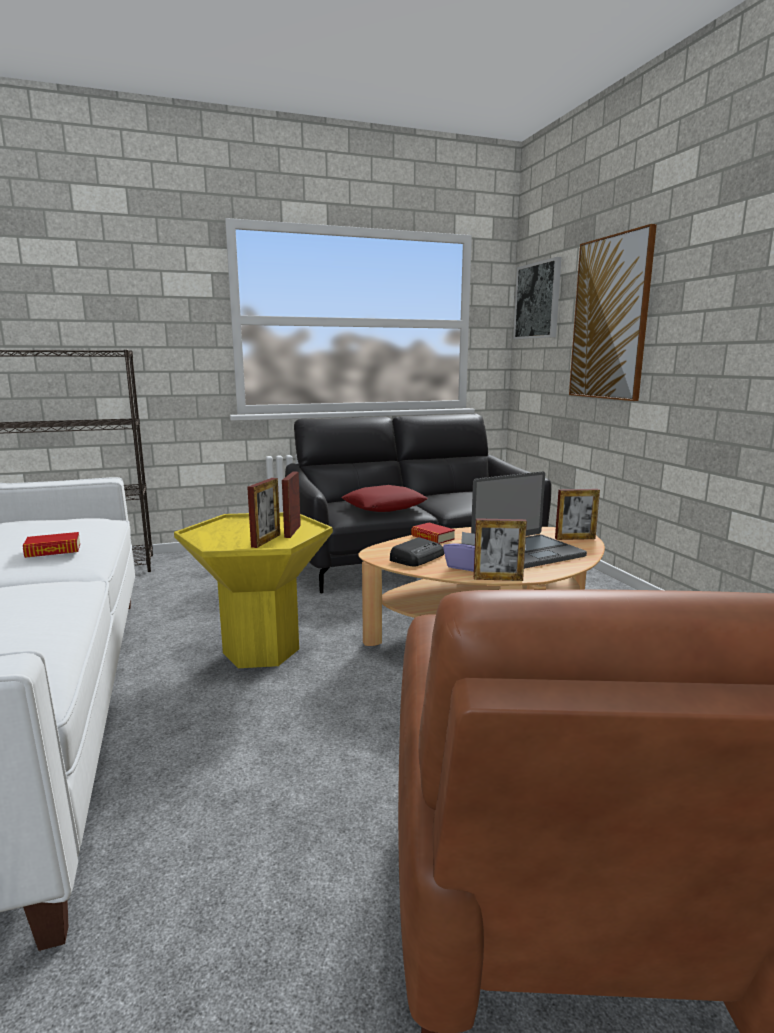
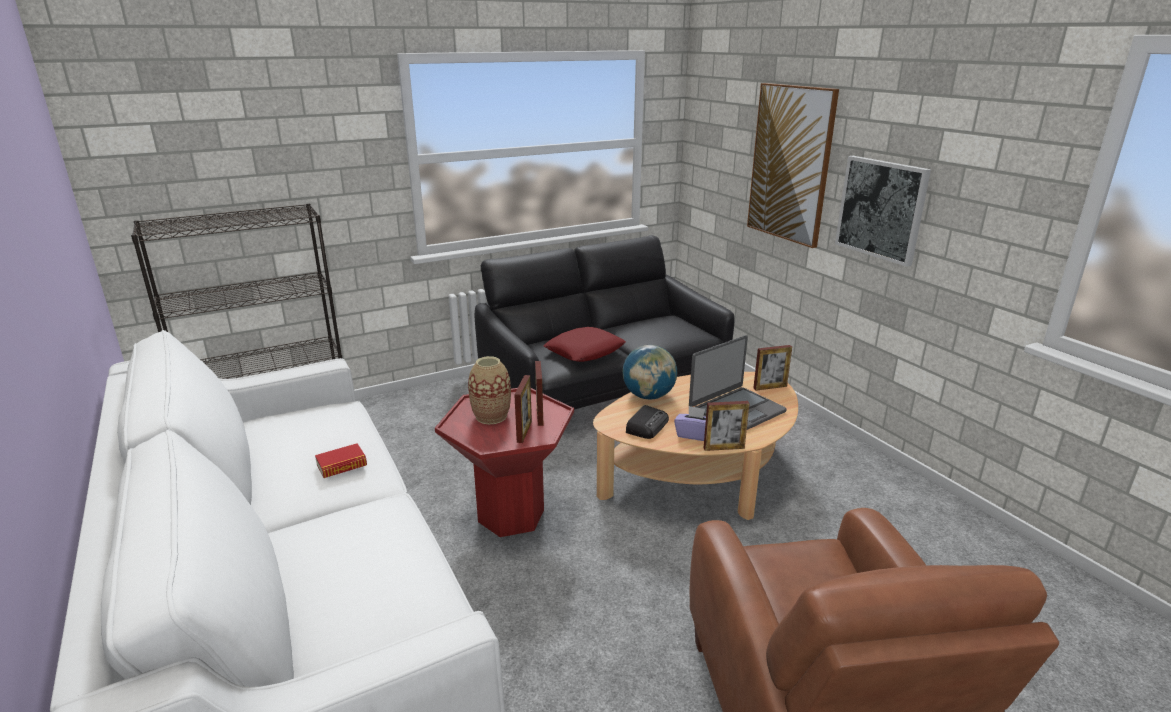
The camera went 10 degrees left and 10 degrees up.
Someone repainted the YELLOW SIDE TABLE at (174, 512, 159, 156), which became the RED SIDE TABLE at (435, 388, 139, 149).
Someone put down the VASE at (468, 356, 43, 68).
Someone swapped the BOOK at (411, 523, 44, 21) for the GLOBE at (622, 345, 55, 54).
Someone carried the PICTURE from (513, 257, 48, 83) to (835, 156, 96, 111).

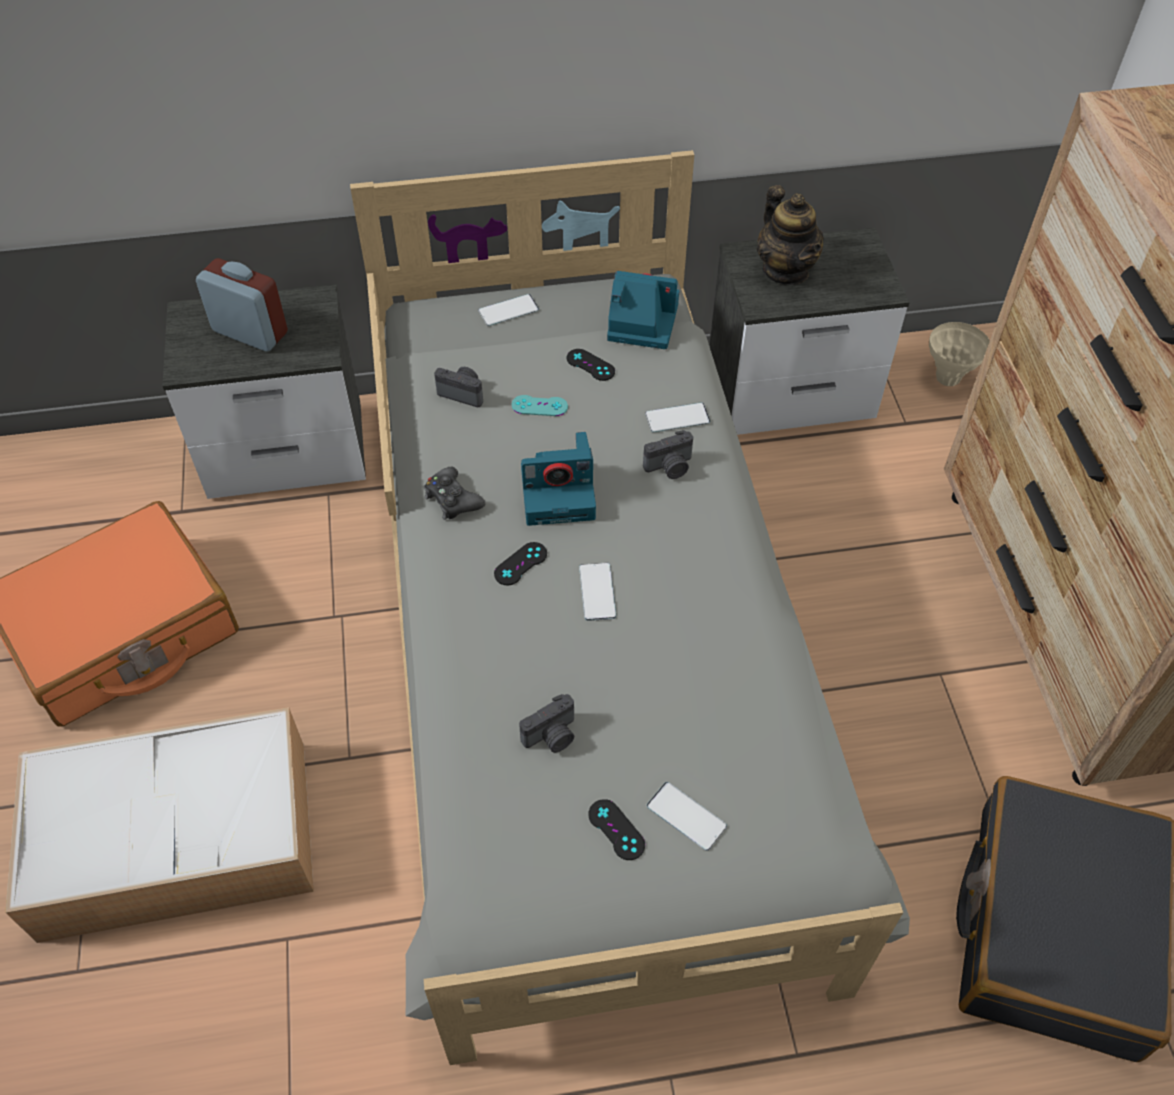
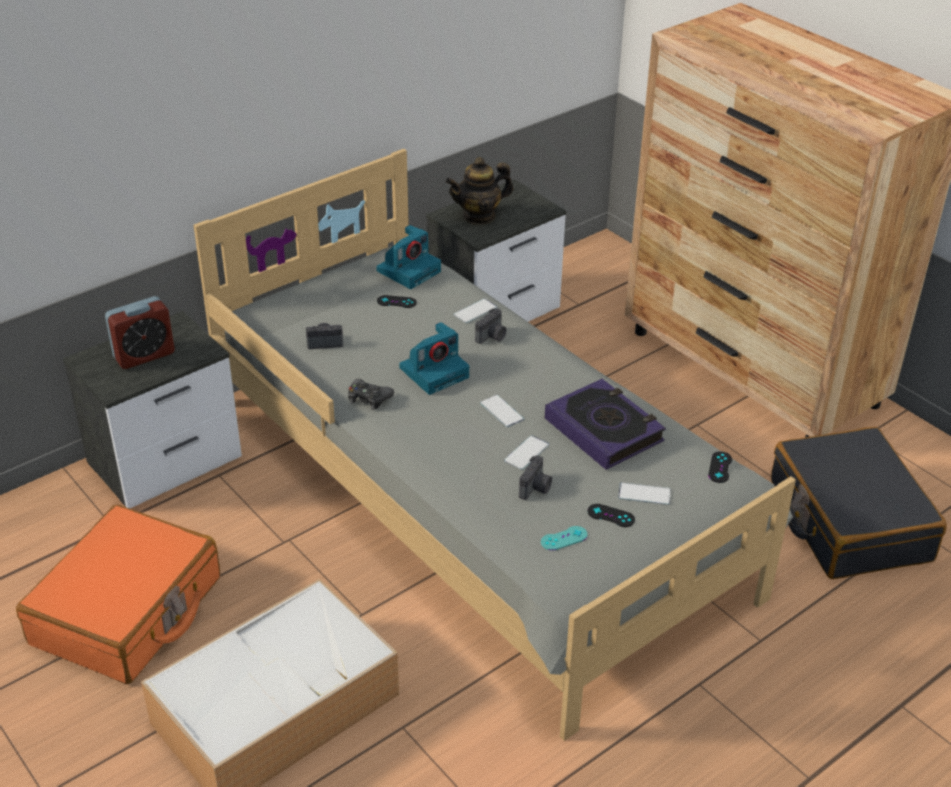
The camera went 30 degrees left and 15 degrees down.
Someone rotated the ALARM CLOCK at (196, 258, 92, 93) by 150 degrees clockwise.
Someone rotated the PHOTO CAMERA at (607, 271, 72, 78) by 150 degrees clockwise.
Someone rotated the TEAPOT at (757, 185, 67, 100) by 120 degrees clockwise.
Someone carried the PHONE from (478, 294, 61, 32) to (504, 435, 45, 35).
Someone carried the TURQUOISE GAME CONTROLLER from (512, 395, 56, 21) to (541, 526, 47, 25).
Someone put down the BOOK at (545, 379, 121, 91).
Someone carried the BLACK GAME CONTROLLER from (494, 542, 53, 43) to (708, 451, 24, 32).
Someone took away the BEIGE VASE at (929, 322, 61, 64).

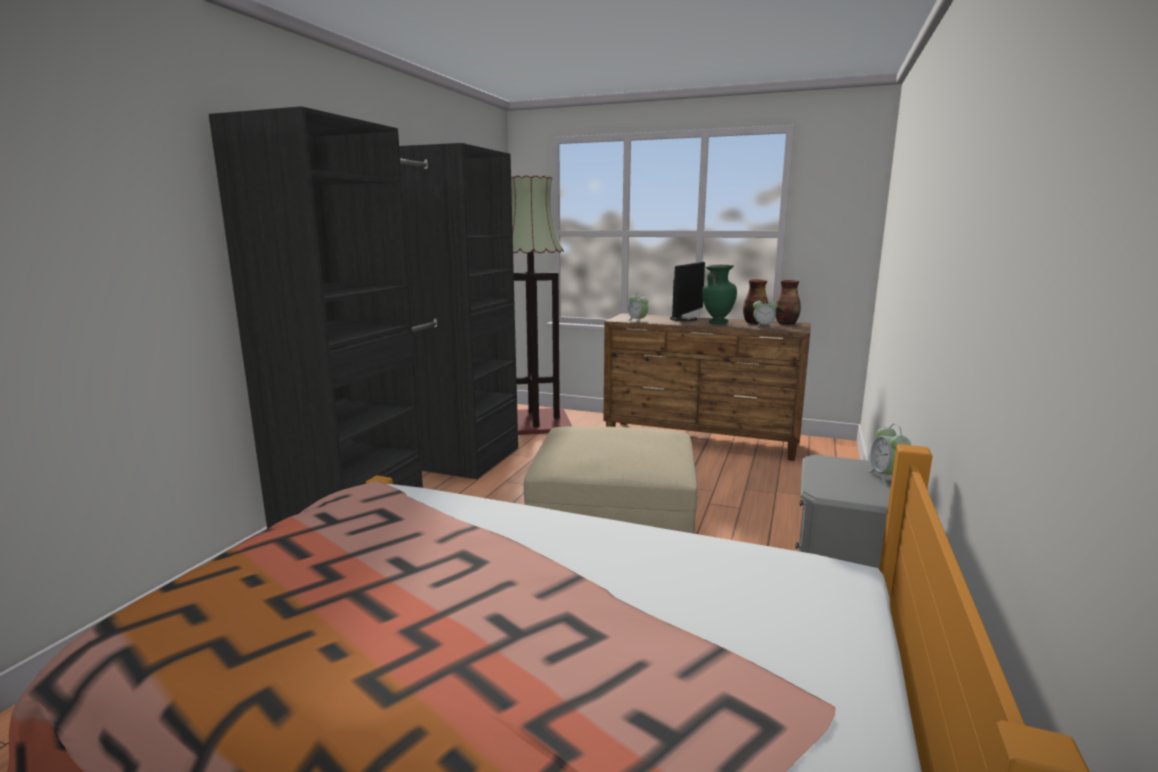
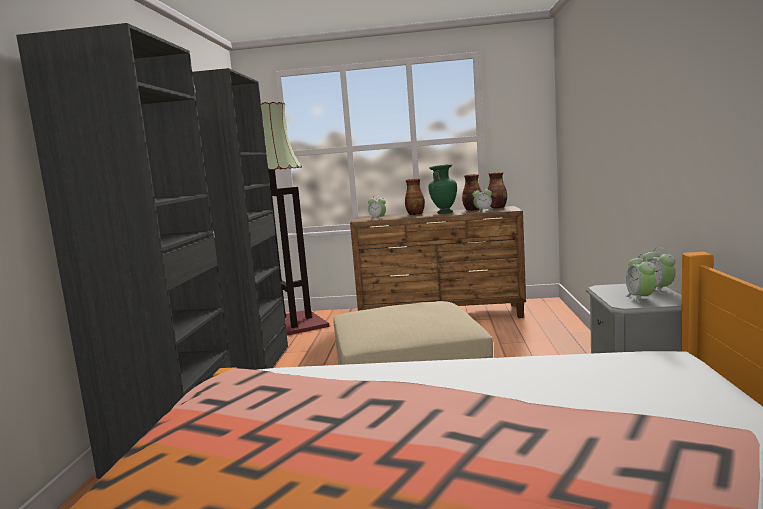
The camera went 15 degrees left and 5 degrees down.
Someone swapped the MONITOR at (670, 262, 35, 59) for the VASE at (405, 179, 20, 36).
Someone put down the ALARM CLOCK at (625, 254, 31, 49).

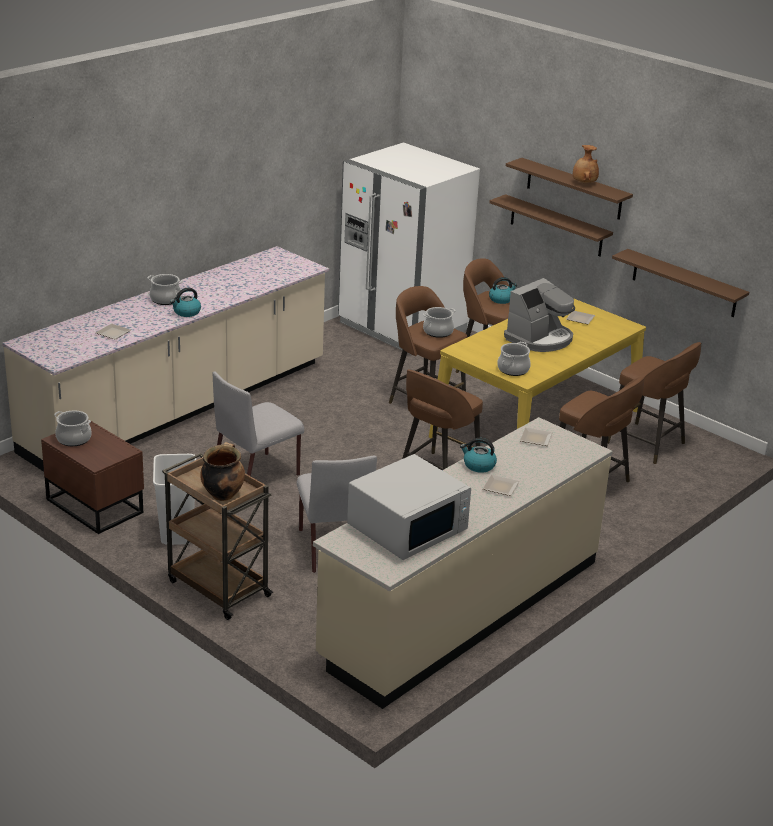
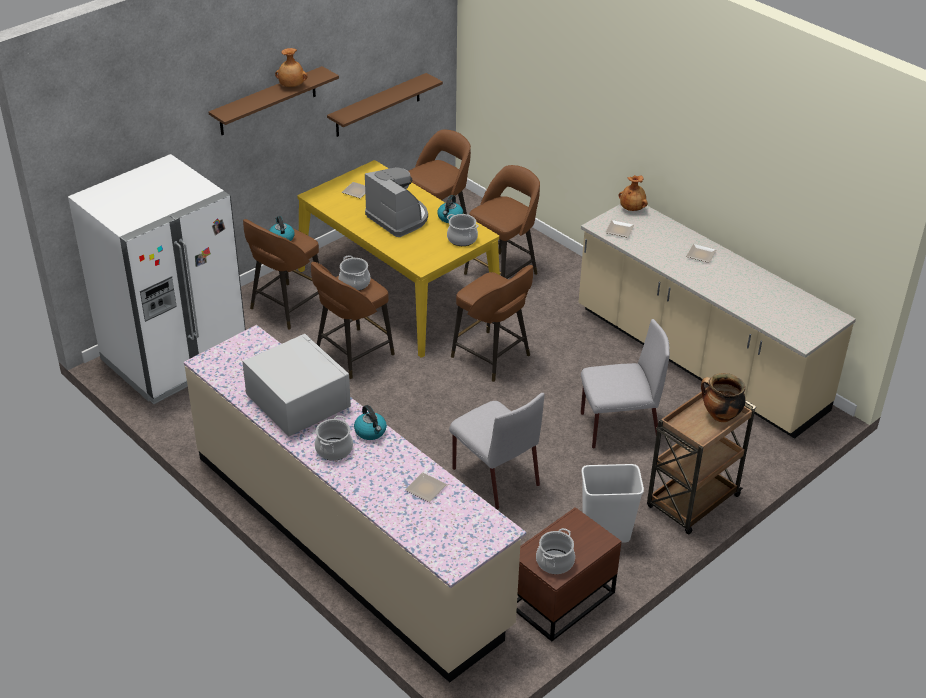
The camera went 85 degrees left and 10 degrees up.
Someone carried the WHITE MICROWAVE from (347, 454, 124, 106) to (243, 334, 108, 103).
Someone carried the KETTLE from (460, 438, 37, 35) to (438, 195, 25, 28).
Someone put down the BROWN VASE at (619, 175, 29, 36).
Someone took away the BROWN SHELF at (489, 194, 124, 63).

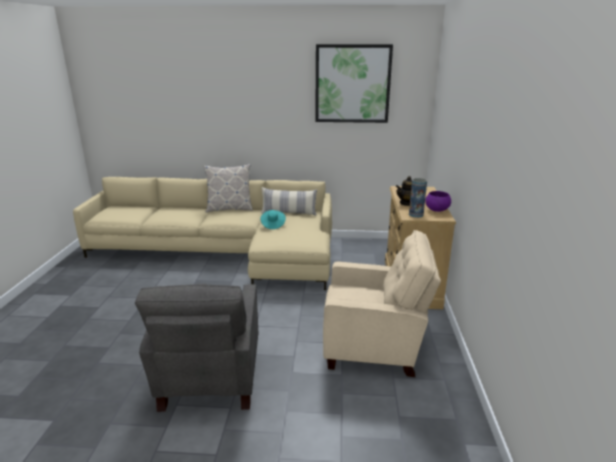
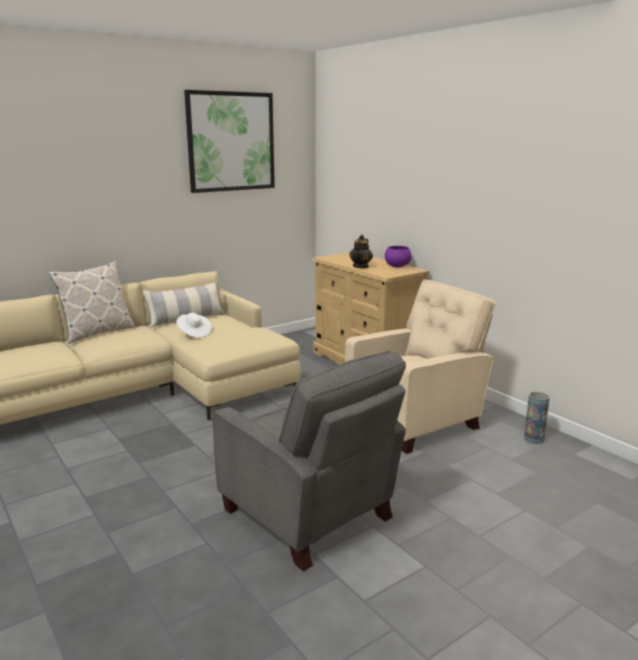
The camera went 40 degrees left and 5 degrees down.
Someone repainted the TURQUOISE HAT at (261, 210, 25, 19), which became the WHITE HAT at (176, 313, 35, 25).
Someone carried the VASE from (409, 178, 18, 40) to (524, 392, 26, 52).

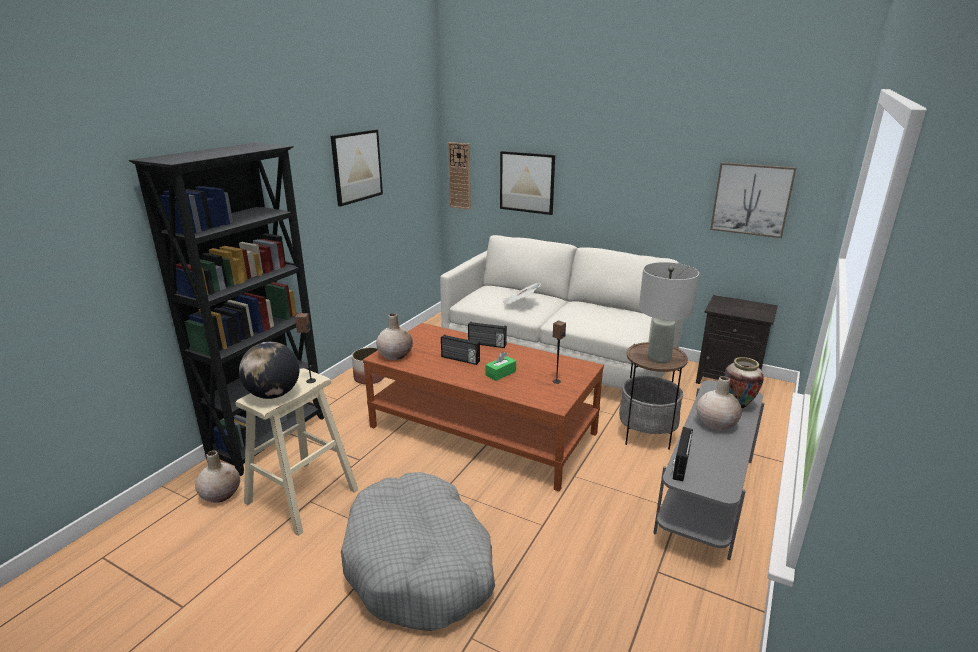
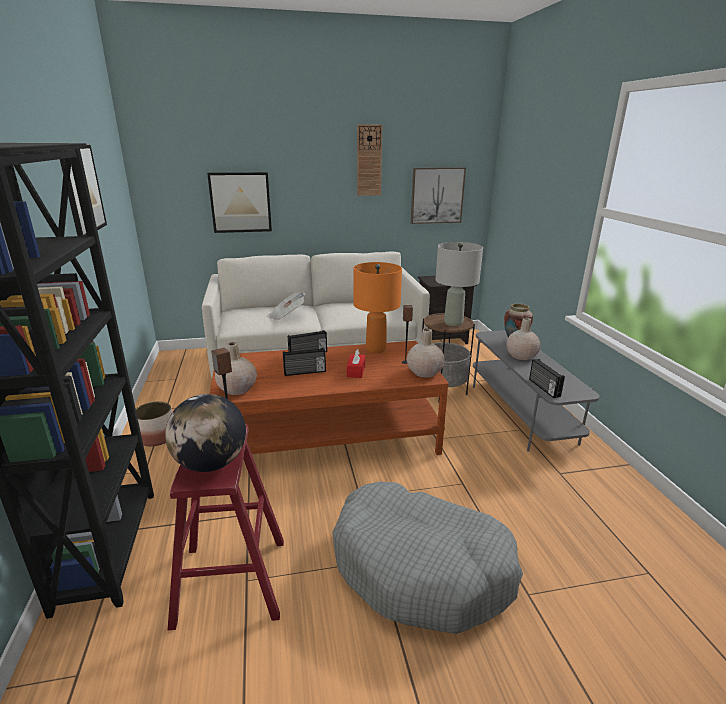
The camera went 40 degrees left and 0 degrees up.
Someone repainted the BEIGE STOOL at (235, 368, 124, 168), which became the RED STOOL at (168, 424, 116, 206).
Someone repainted the GREEN TISSUE BOX at (485, 352, 31, 29), which became the RED TISSUE BOX at (347, 349, 18, 29).
Someone put down the ORANGE TABLE LAMP at (353, 262, 49, 91).
Someone carried the WALL CLOCK from (448, 142, 23, 68) to (357, 124, 25, 72).
Someone carried the BEIGE VASE from (195, 451, 45, 52) to (407, 328, 38, 50).

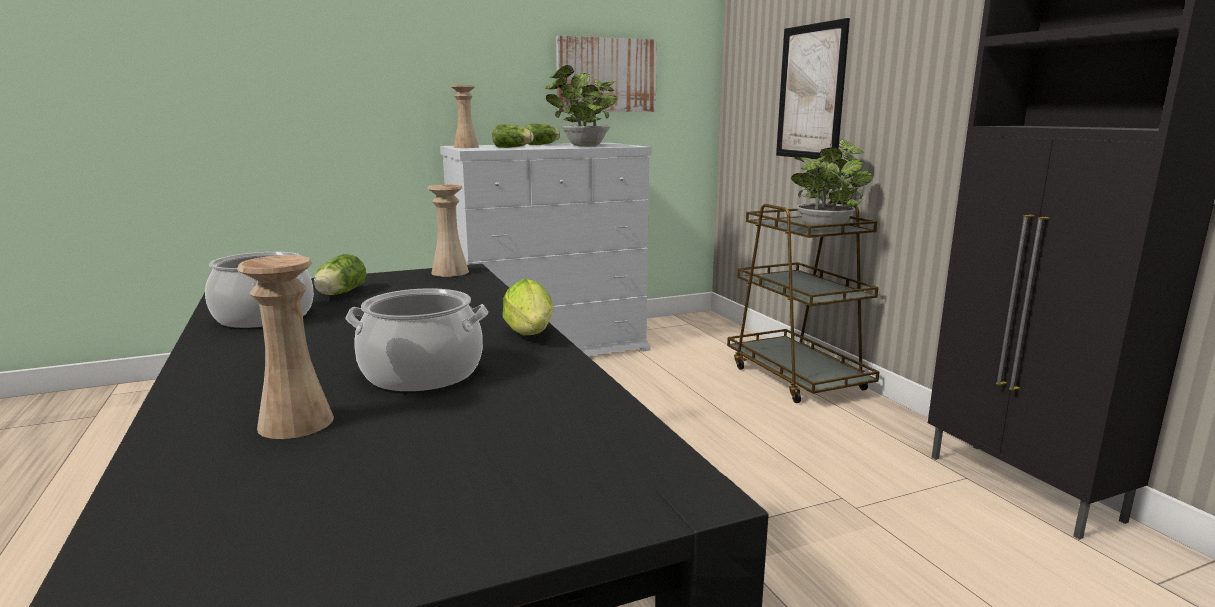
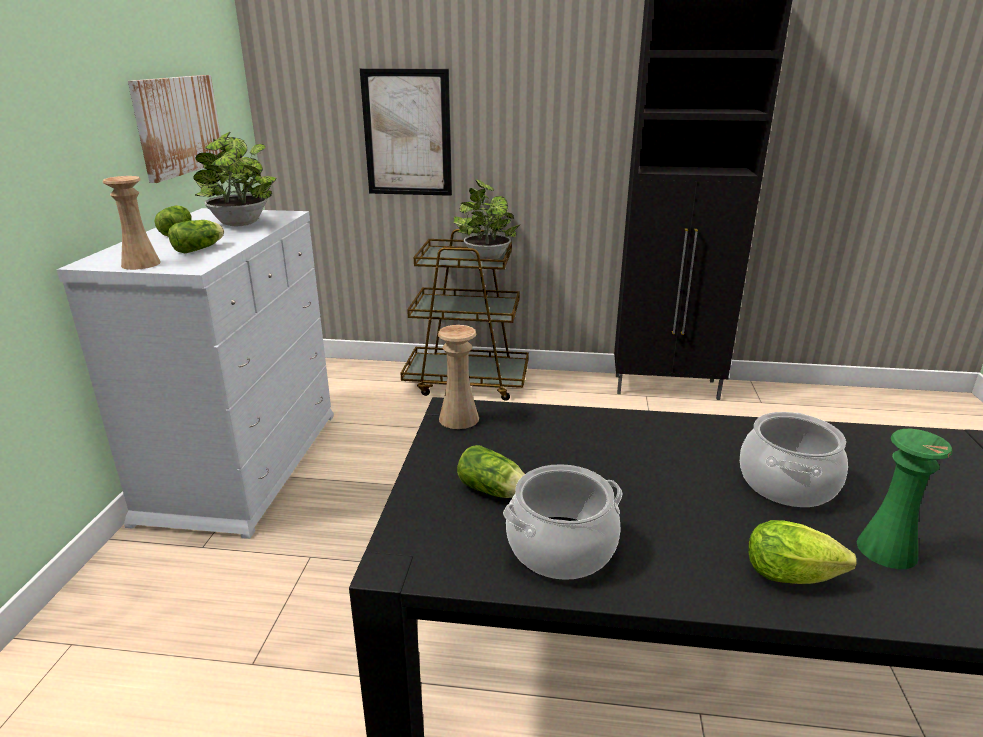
The camera went 60 degrees left and 10 degrees up.
Someone carried the LETTUCE from (502, 279, 52, 56) to (748, 520, 109, 64).
Someone repainted the BEIGE VASE at (237, 255, 97, 184), which became the GREEN VASE at (857, 429, 95, 140).

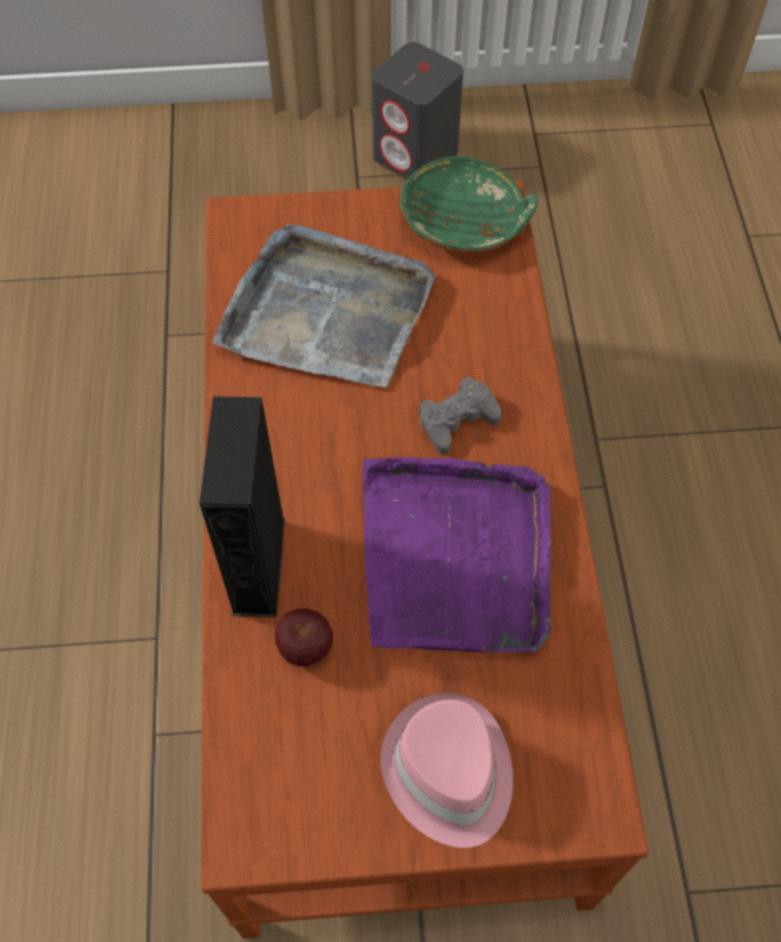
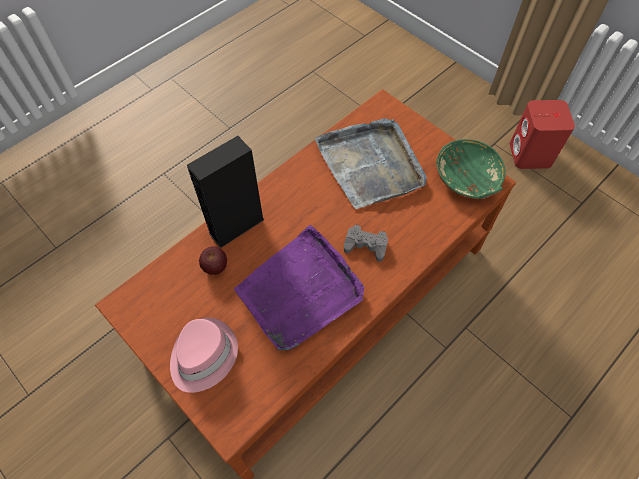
The camera went 50 degrees right and 0 degrees up.
Someone repainted the GREY SPEAKER at (372, 42, 91, 138), which became the RED SPEAKER at (510, 100, 65, 69).

